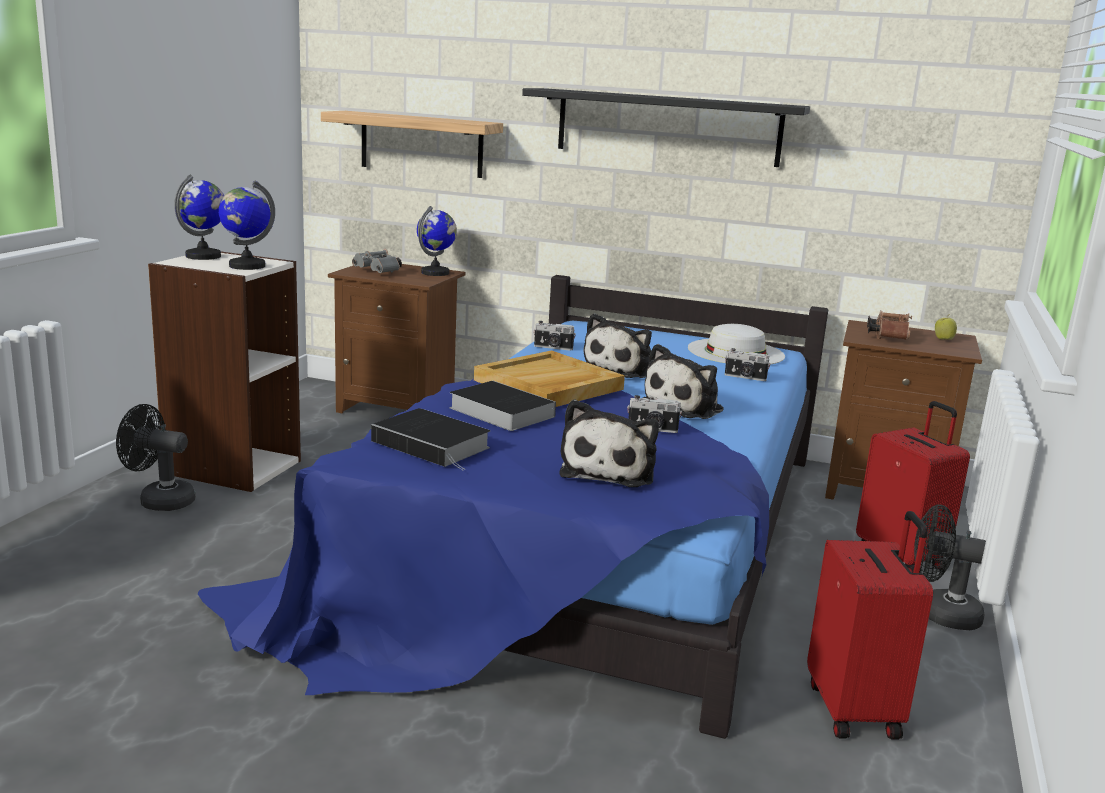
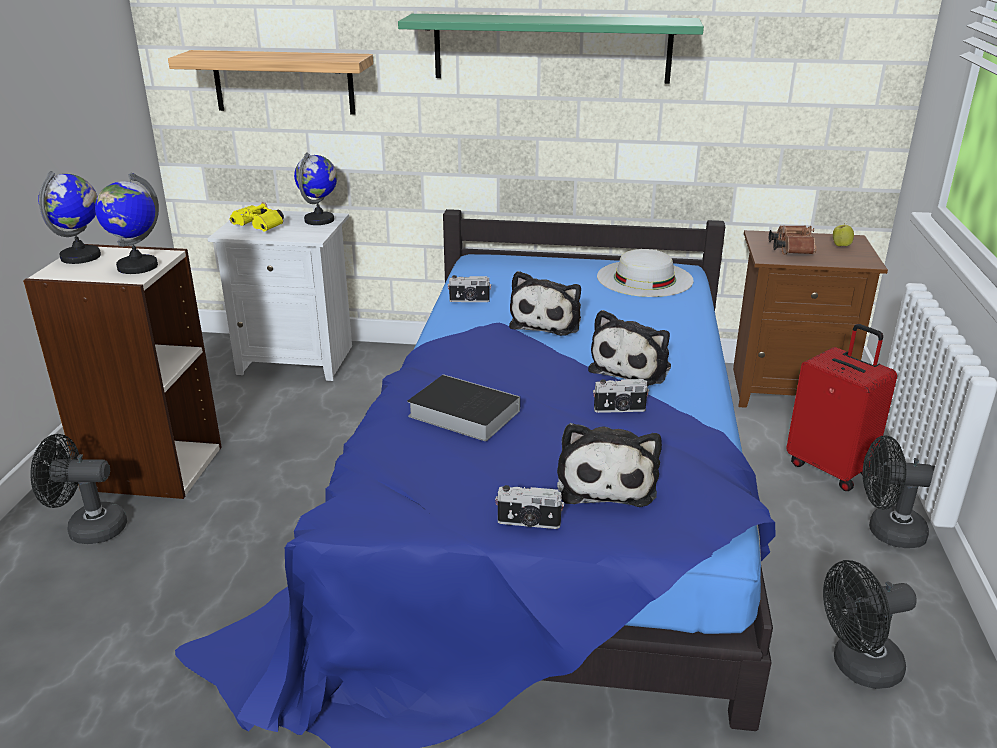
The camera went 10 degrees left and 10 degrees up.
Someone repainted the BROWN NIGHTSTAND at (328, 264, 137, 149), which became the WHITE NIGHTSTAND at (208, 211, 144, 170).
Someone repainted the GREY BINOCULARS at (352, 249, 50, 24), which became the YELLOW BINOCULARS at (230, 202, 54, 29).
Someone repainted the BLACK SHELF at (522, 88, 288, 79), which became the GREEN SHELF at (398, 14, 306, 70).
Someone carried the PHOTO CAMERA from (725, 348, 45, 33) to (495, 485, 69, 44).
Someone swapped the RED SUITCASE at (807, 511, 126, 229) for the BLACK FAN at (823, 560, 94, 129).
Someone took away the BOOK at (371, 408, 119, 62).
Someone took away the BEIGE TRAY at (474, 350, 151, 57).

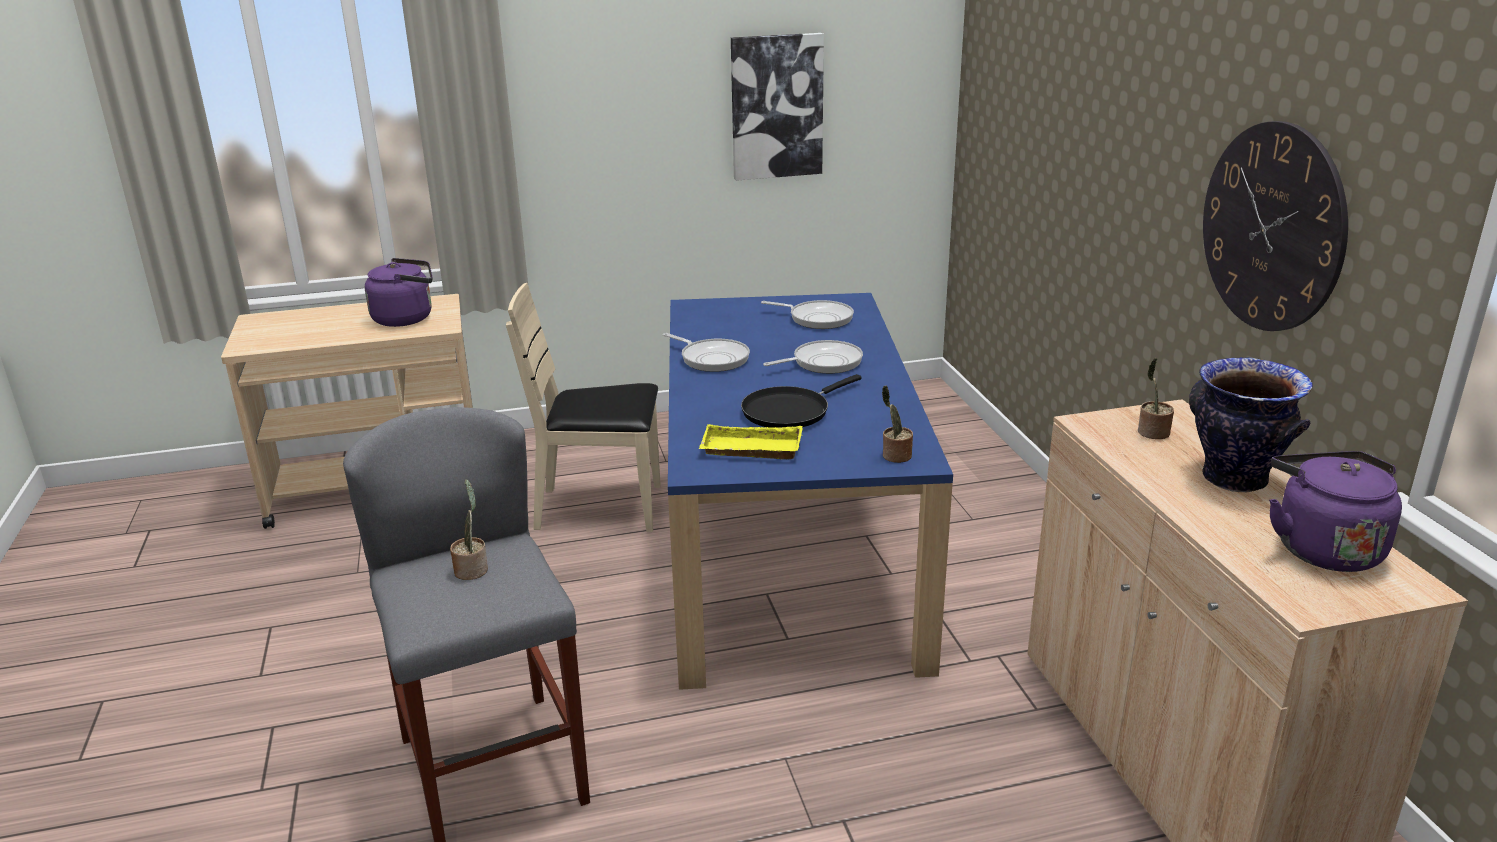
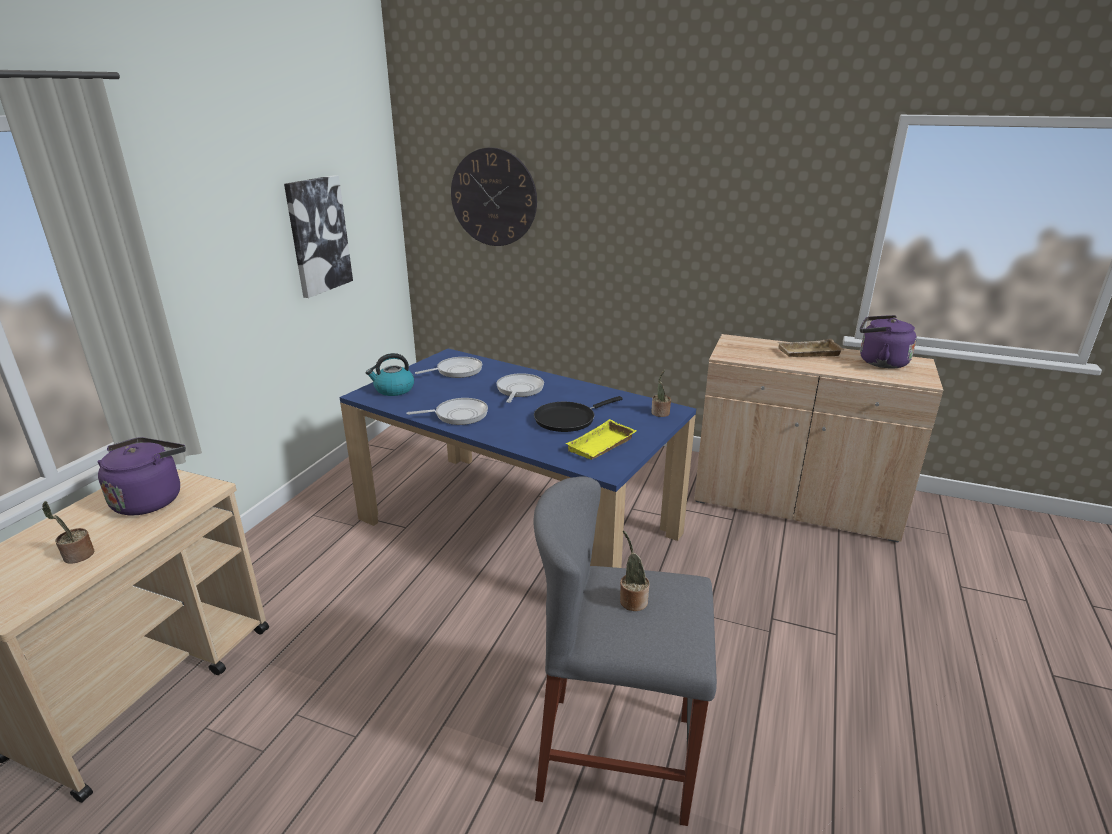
The camera went 55 degrees left and 0 degrees up.
Someone carried the POTTED PLANT from (1138, 358, 36, 81) to (42, 501, 52, 63).
Someone put down the KETTLE at (366, 353, 48, 43).
Someone carried the WALL CLOCK from (1203, 121, 145, 210) to (451, 147, 86, 99).
Someone rotated the BLACK FRYING PAN at (741, 374, 121, 54) by 60 degrees clockwise.
Someone swapped the VASE at (1189, 357, 124, 135) for the BEIGE TRAY at (778, 339, 66, 18).
Someone took away the BEIGE CHAIR at (506, 283, 155, 249).

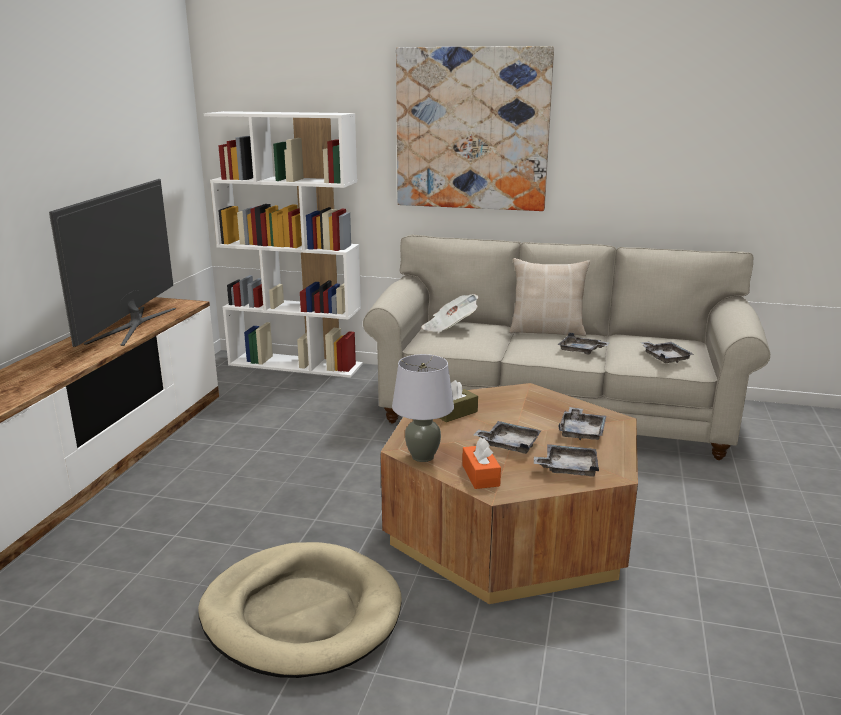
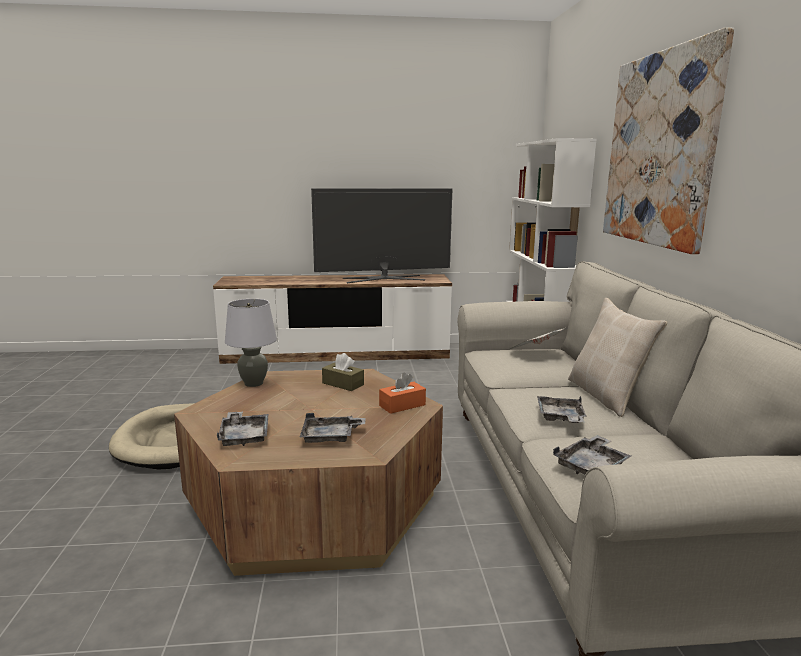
The camera went 70 degrees right and 5 degrees down.
Someone carried the ORANGE TISSUE BOX from (462, 437, 39, 52) to (379, 373, 47, 41).
Someone took away the GREY TRAY at (473, 421, 68, 33).

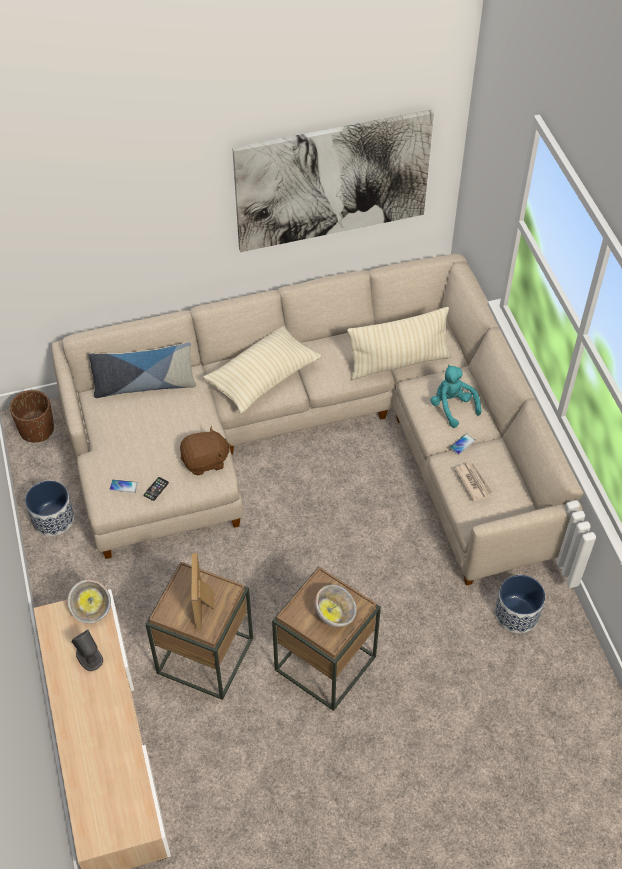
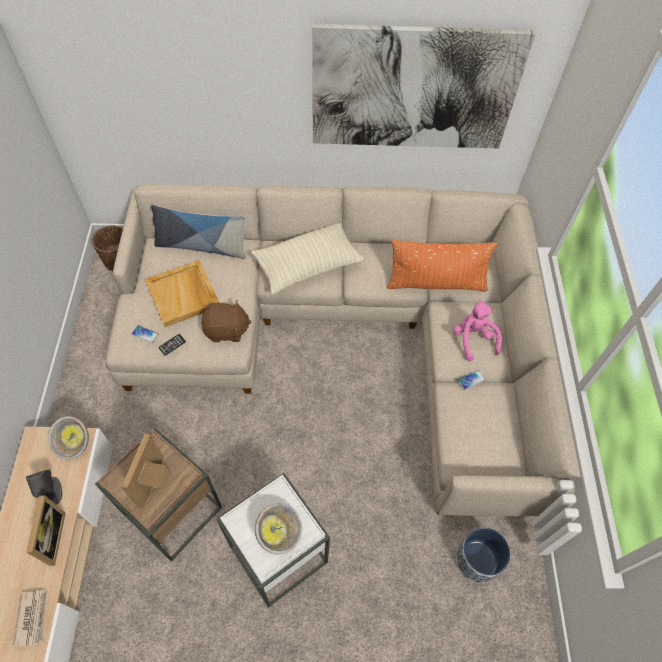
The camera went 15 degrees right and 5 degrees up.
Someone carried the NEWSPAPER from (454, 462, 39, 40) to (12, 589, 36, 58).
Someone put down the PICTURE FRAME at (26, 495, 40, 71).
Someone put down the BEIGE TRAY at (145, 260, 75, 67).
Someone repainted the BROWN SIDE TABLE at (272, 567, 109, 144), which became the WHITE SIDE TABLE at (216, 473, 114, 135).
Someone repainted the BEIGE PILLOW at (347, 307, 104, 73), which became the ORANGE PILLOW at (387, 240, 110, 52).
Someone repainted the TURQUOISE PLUSH TOY at (430, 365, 51, 63), which became the PINK PLUSH TOY at (453, 300, 49, 62).
Someone took away the PLANTER at (25, 480, 49, 56).

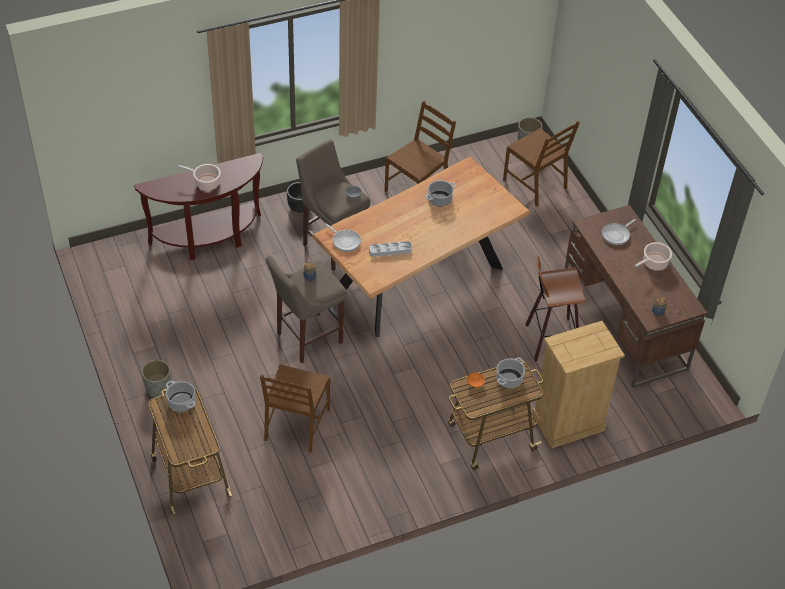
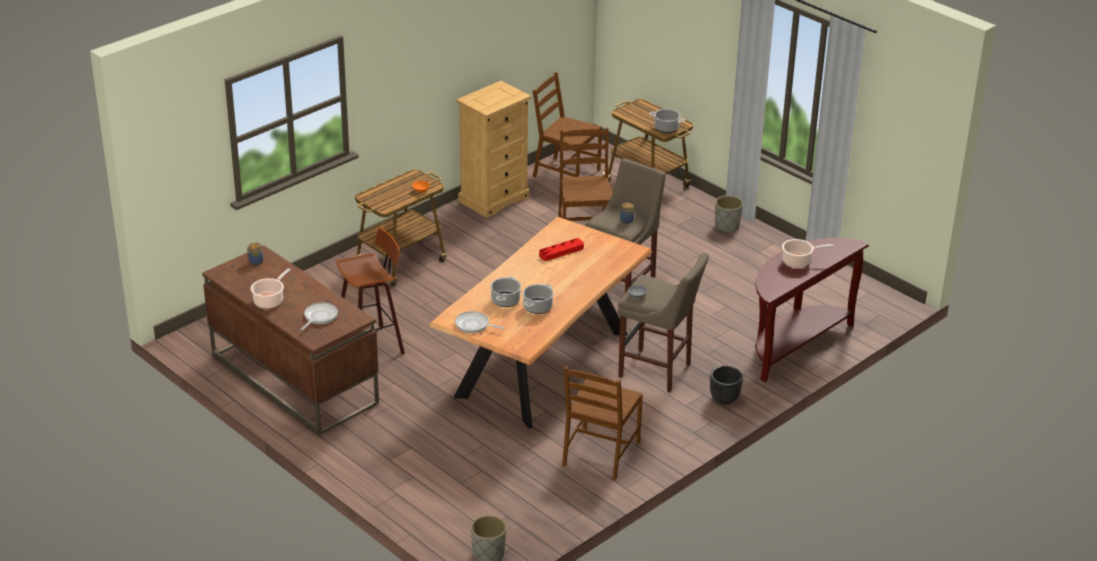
The camera went 160 degrees right and 15 degrees down.
Someone carried the FRYING PAN from (326, 224, 35, 28) to (455, 311, 50, 22).
Someone carried the BEIGE DRESSER from (532, 321, 93, 128) to (456, 81, 75, 137).
Someone carried the COOKING POT from (496, 358, 29, 30) to (490, 276, 31, 31).
Someone carried the BROWN CHAIR from (503, 121, 77, 86) to (533, 72, 69, 105).
Someone repainted the GREY TRAY at (369, 241, 43, 16), which became the RED TRAY at (539, 238, 45, 23).

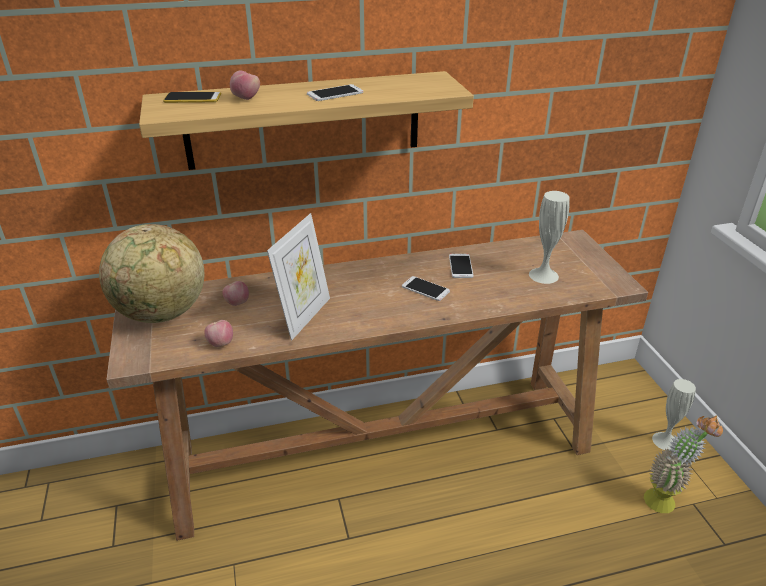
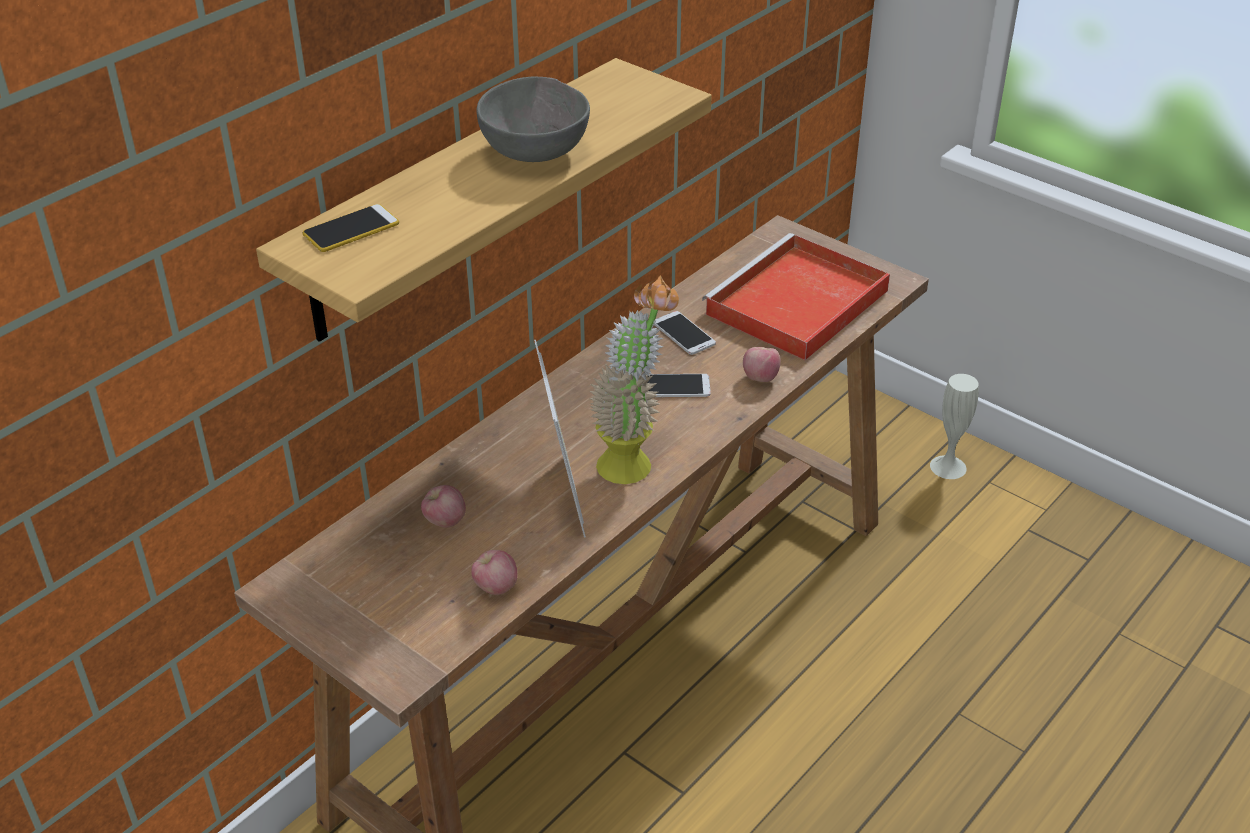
The camera went 35 degrees left and 5 degrees up.
Someone swapped the PHONE at (307, 84, 56, 17) for the GREY BOWL at (477, 76, 113, 86).
Someone carried the POTTED PLANT from (644, 416, 79, 97) to (590, 275, 89, 209).
Someone swapped the WHITE VASE at (529, 191, 41, 93) for the RED TRAY at (702, 233, 188, 127).
Someone carried the APPLE from (230, 70, 30, 30) to (743, 347, 38, 35).
Someone took away the GLOBE at (99, 224, 106, 99).

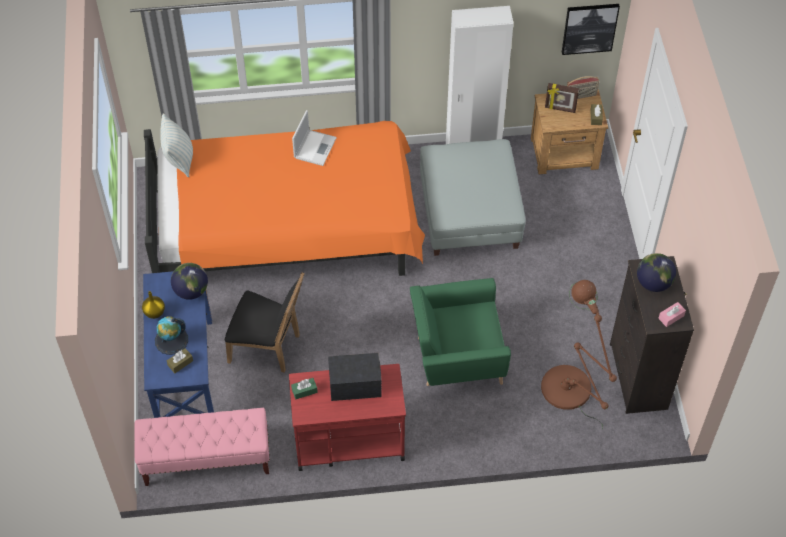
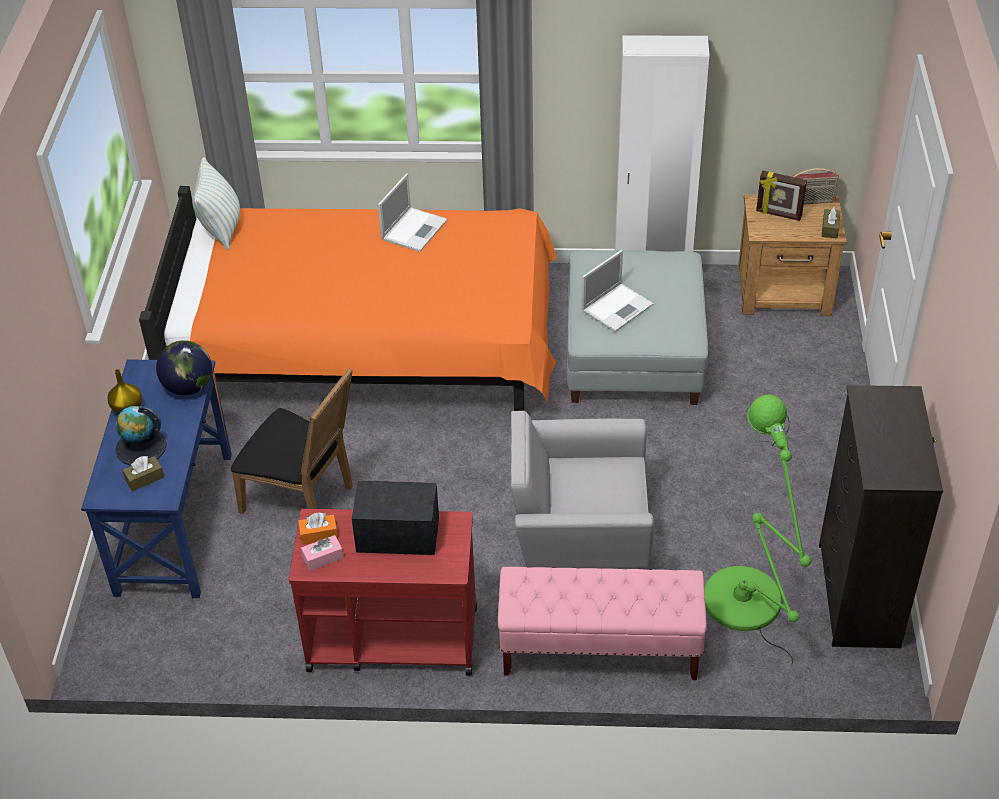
The camera went 10 degrees right and 10 degrees down.
Someone repainted the GREEN TISSUE BOX at (291, 378, 27, 21), which became the ORANGE TISSUE BOX at (298, 513, 40, 32).
Someone carried the PINK TISSUE BOX from (658, 302, 28, 25) to (301, 535, 43, 36).
Someone carried the PINK BENCH from (134, 408, 136, 78) to (498, 567, 209, 113).
Someone repainted the GREEN ARMCHAIR at (410, 278, 101, 108), which became the GREY ARMCHAIR at (511, 411, 143, 158).
Someone put down the LAPTOP at (581, 250, 73, 82).
Someone repainted the BROWN FLOOR LAMP at (541, 280, 76, 149), which became the GREEN FLOOR LAMP at (704, 395, 107, 270).
Someone took away the PICTURE at (562, 4, 58, 51).
Someone took away the GLOBE at (637, 253, 39, 39).

